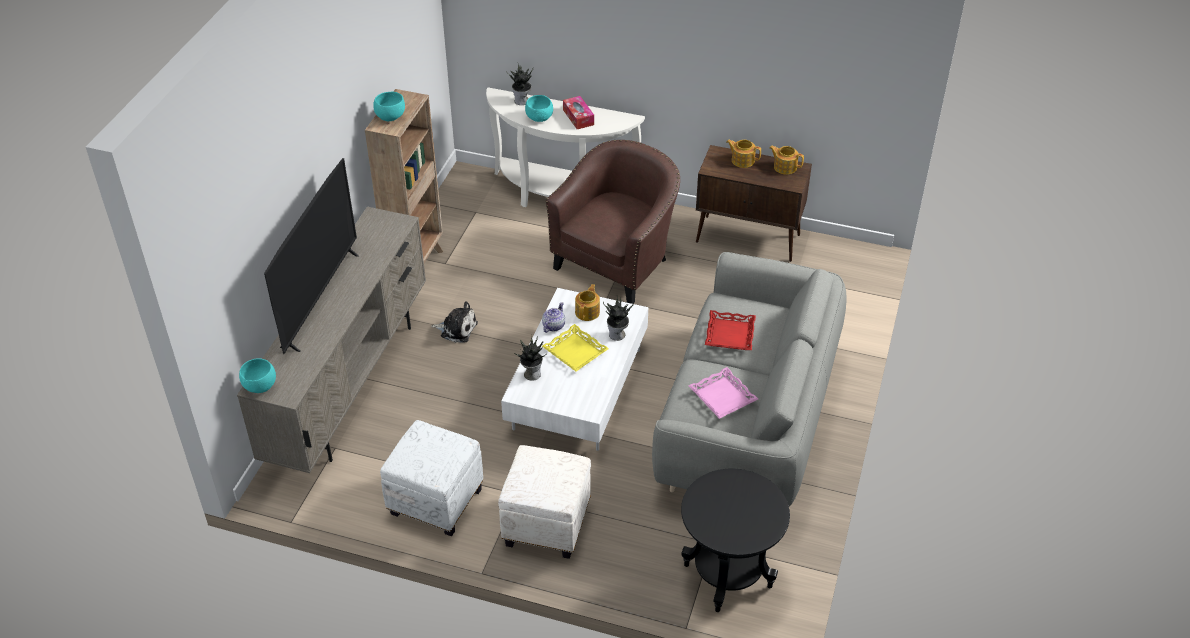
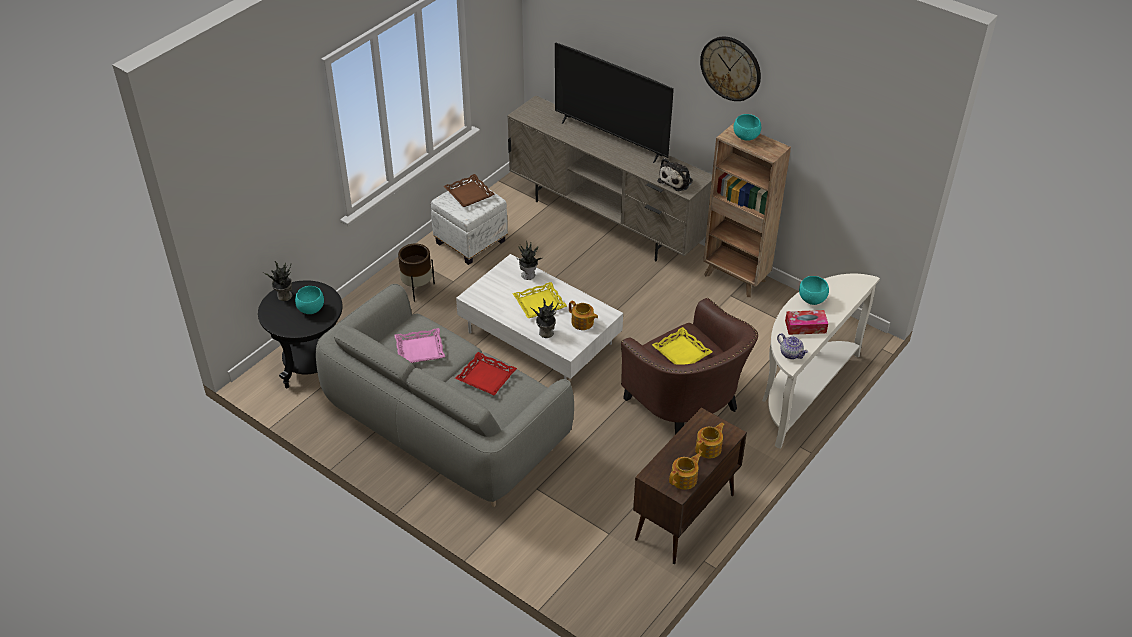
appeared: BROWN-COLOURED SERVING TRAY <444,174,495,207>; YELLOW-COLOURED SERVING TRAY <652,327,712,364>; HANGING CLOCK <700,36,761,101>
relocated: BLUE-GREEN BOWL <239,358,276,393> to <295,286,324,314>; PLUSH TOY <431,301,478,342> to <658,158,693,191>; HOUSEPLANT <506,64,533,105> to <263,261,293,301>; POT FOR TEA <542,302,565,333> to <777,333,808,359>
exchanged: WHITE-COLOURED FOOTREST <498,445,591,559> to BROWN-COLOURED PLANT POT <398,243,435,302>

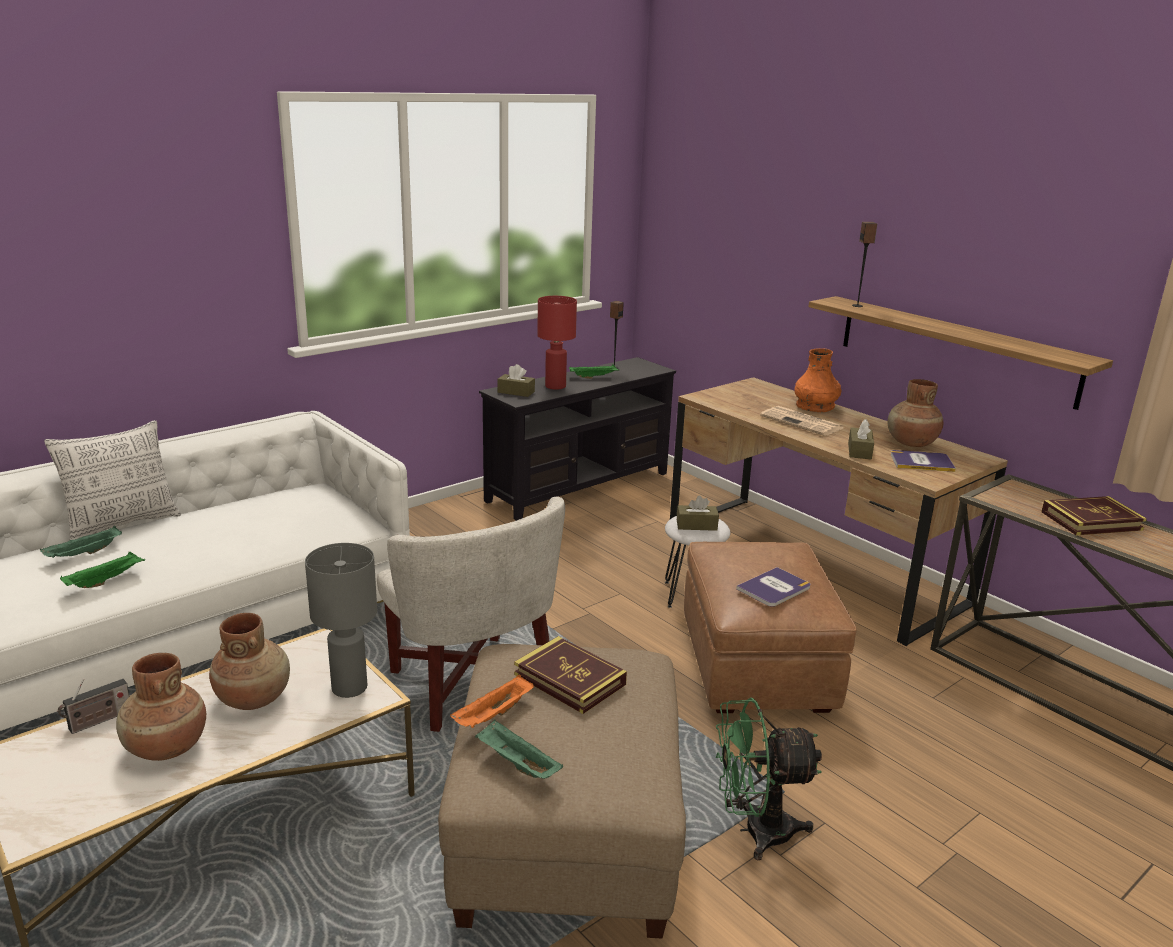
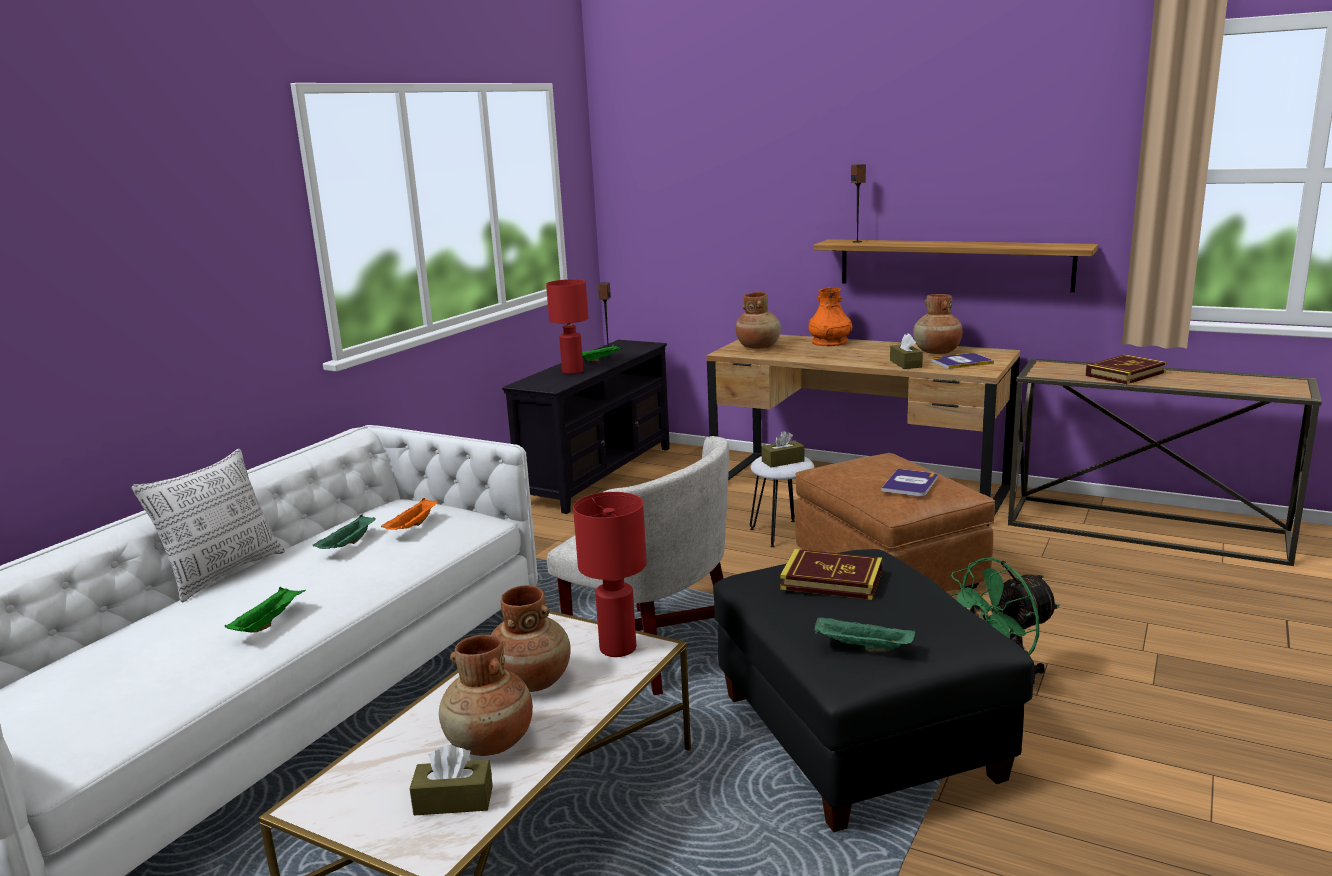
missing: RADIO RECEIVER <58,679,130,734>; PRINTED PAPER <760,406,844,436>
appeared: BROWN-COLOURED VASE <736,292,781,349>
relocated: GREENISH SERVING TRAY <40,526,122,558> to <313,515,376,549>; ORANGE SERVING TRAY <450,675,534,728> to <381,498,438,530>; BROWN-COLOURED TISSUE BOX <497,364,535,397> to <410,745,493,816>
colour: GRAY TABLE LAMP <305,543,377,698> to REDDISH TABLE LAMP <573,492,647,657>; BEIGE-COLOURED FOOTREST <438,644,686,938> to BLACKISH FOOTREST <713,549,1034,832>

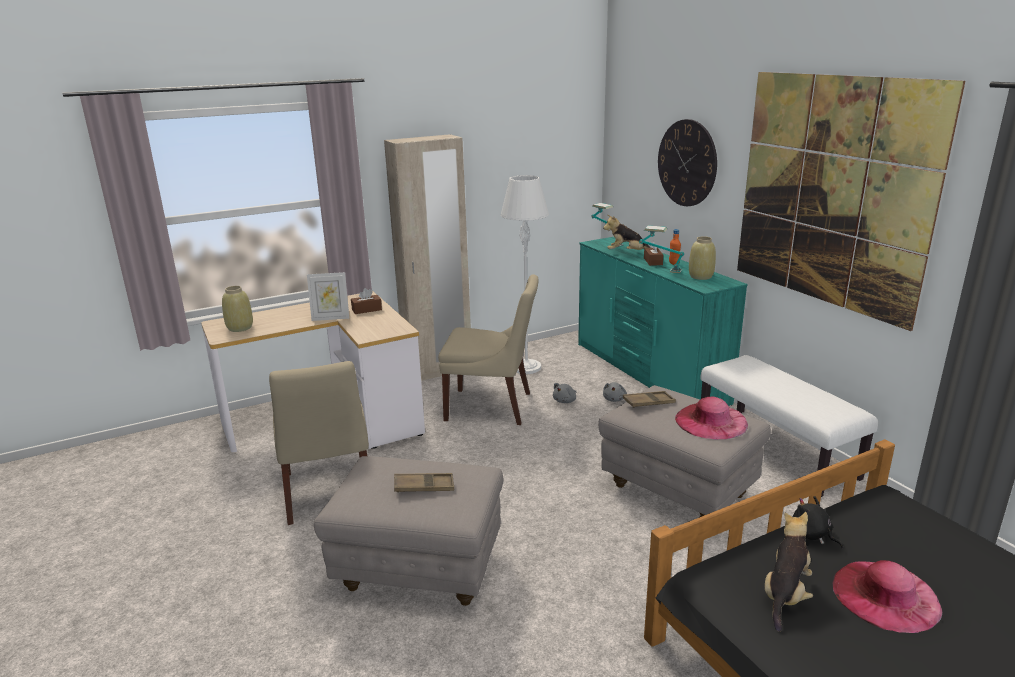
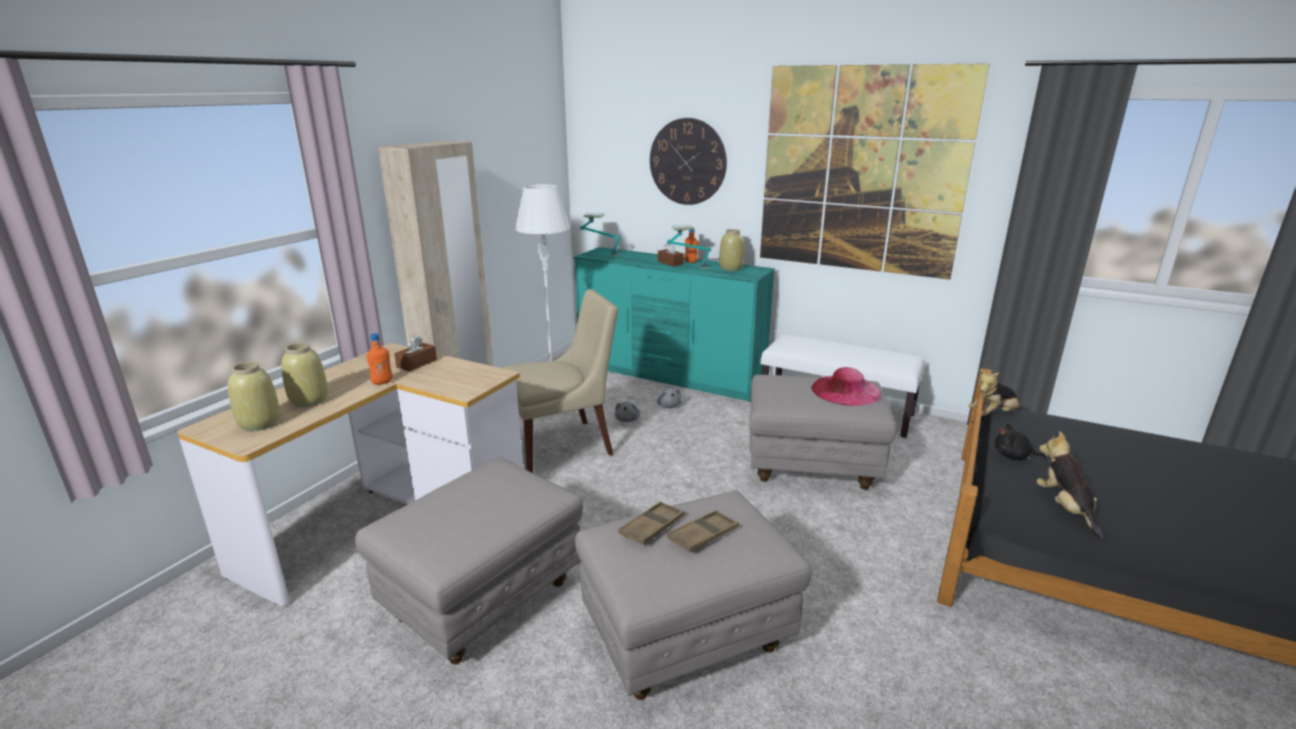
missing: PINK-COLOURED HAT <833,560,942,633>
appeared: BEIGE-COLOURED VASE <281,343,328,407>
relocated: PLUSH TOY <603,215,650,250> to <968,370,1020,416>; BROWN-COLOURED SERVING TRAY <623,391,676,408> to <619,501,685,545>
exchanged: BEIGE-COLOURED PLAIN CHAIR <269,361,369,525> to GRAY FOOTREST <355,457,583,664>; STANDING FRAME <307,272,349,321> to ORANGE BEVERAGE BOTTLE <367,333,393,385>

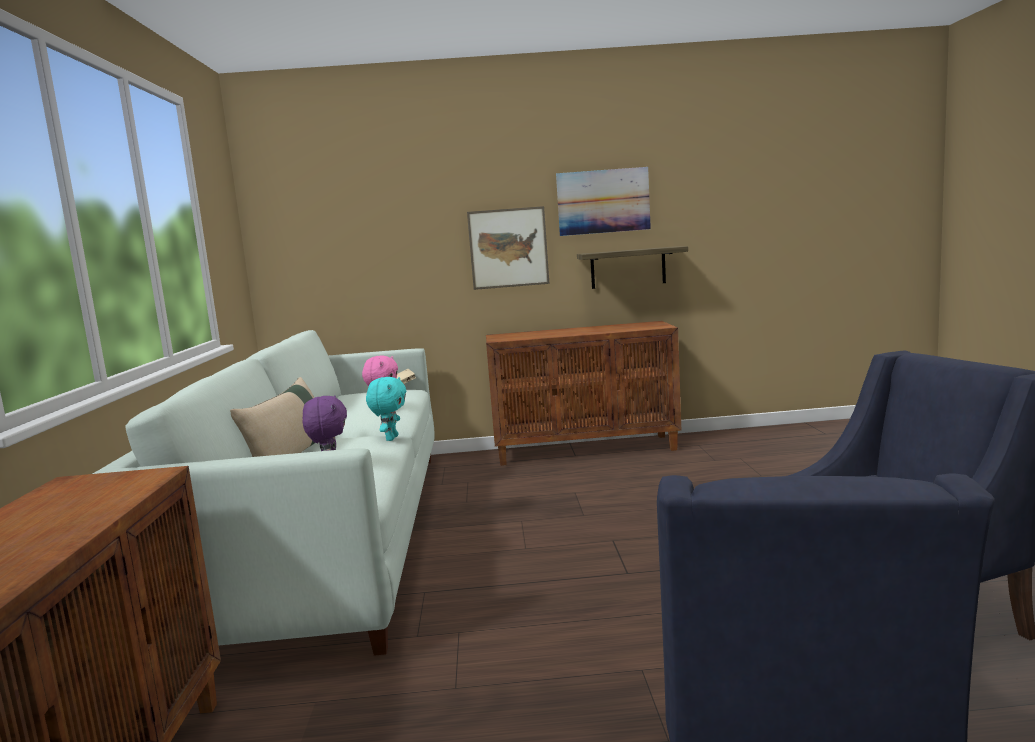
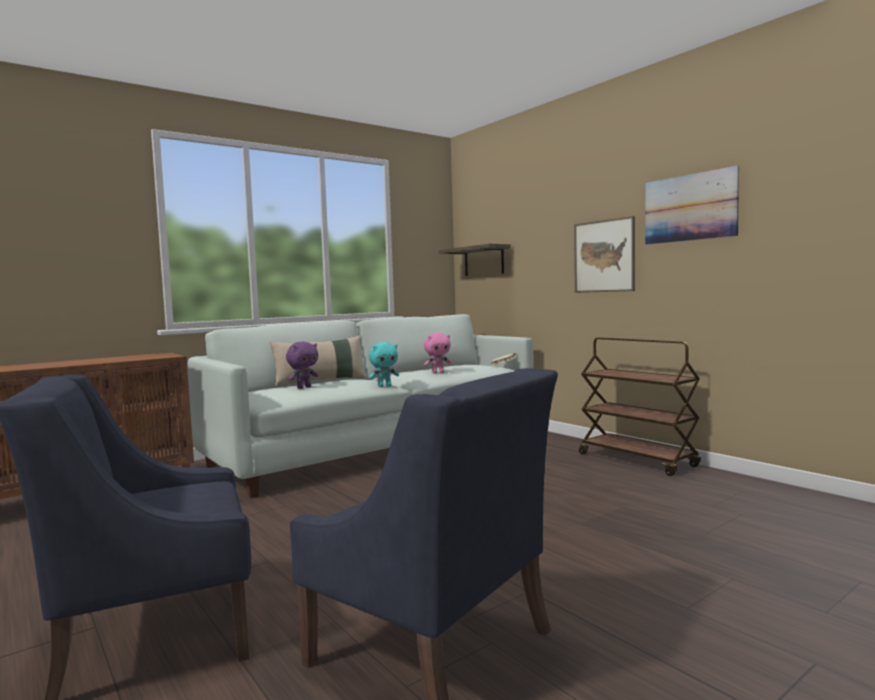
relocated: WALL SHELF <577,246,688,289> to <438,243,511,276>
exchanged: BROWN-COLOURED STORAGE CABINET <486,321,681,466> to BROWN-COLOURED CART <579,337,701,476>

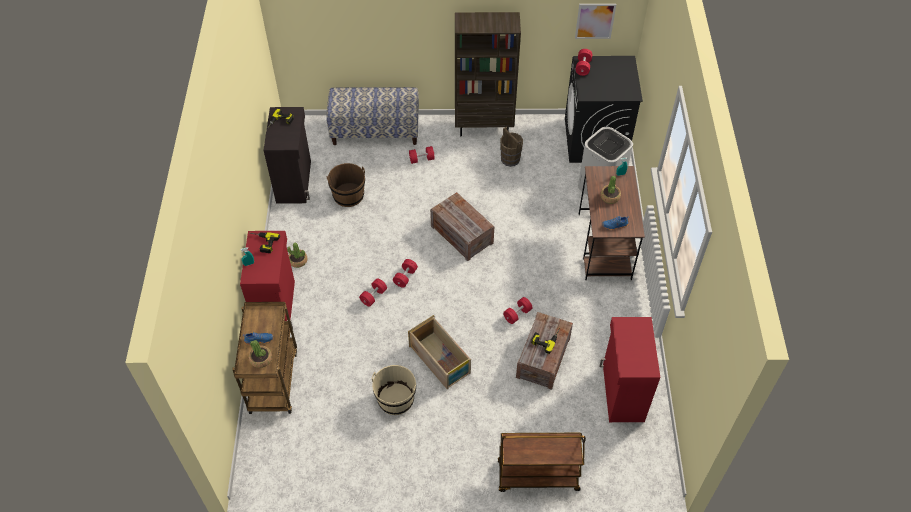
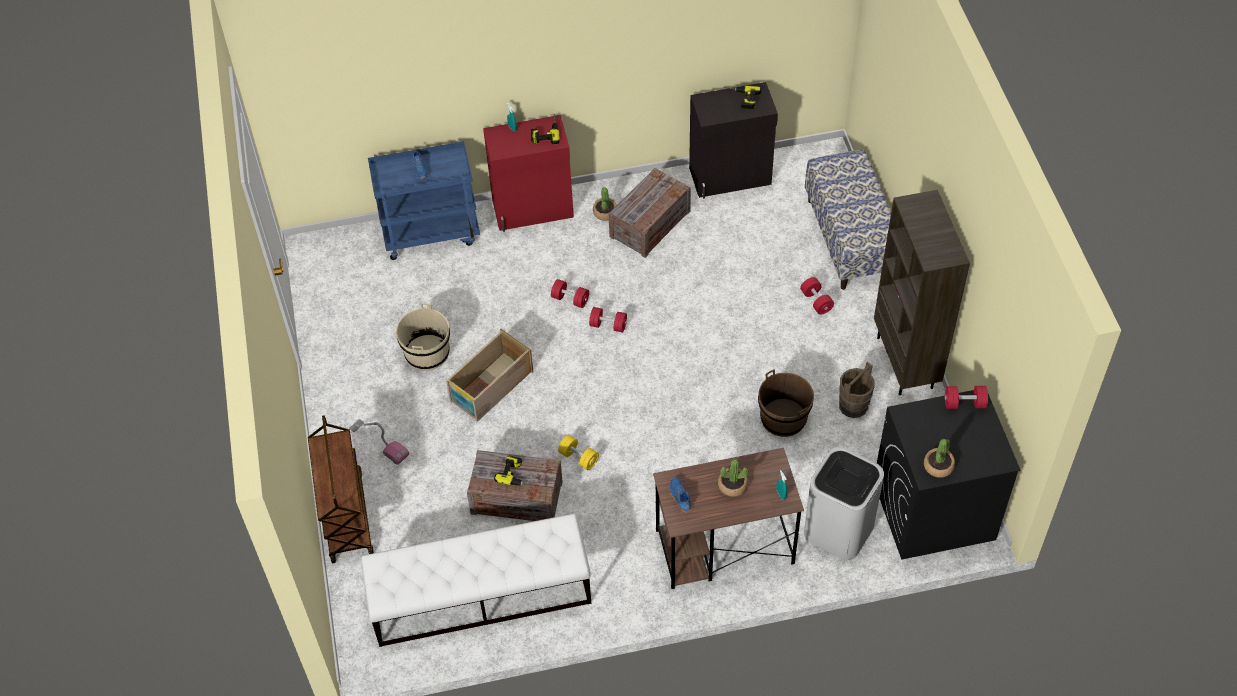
missing: PICTURE <575,4,616,39>
appeared: VACUUM <349,419,409,465>
relocated: HOUSEPLANT <249,340,272,368> to <924,439,955,478>; BROWN-COLOURED BUCKET <326,163,365,207> to <758,369,814,437>; SHIPPING CRATE <430,192,494,261> to <609,168,691,258>
exchanged: REDDISH STORAGE CABINET <599,317,661,422> to WHITE-COLOURED LONG SEAT <361,514,591,647>
colour: BROWN-COLOURED CART <232,302,297,414> to BLUE CART <368,141,480,260>; REDDISH FREE WEIGHT <503,297,533,324> to YELLOW-COLOURED FREE WEIGHT <558,435,599,470>

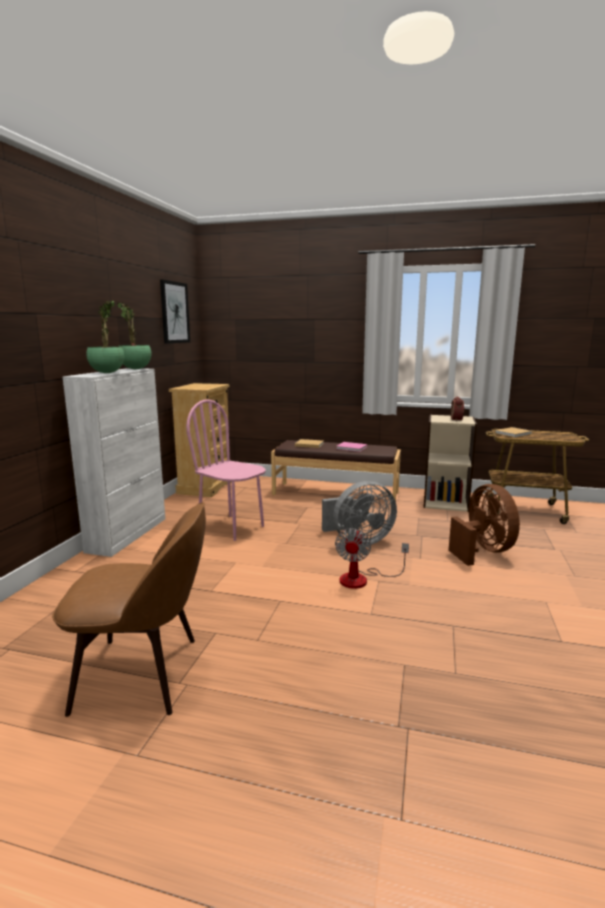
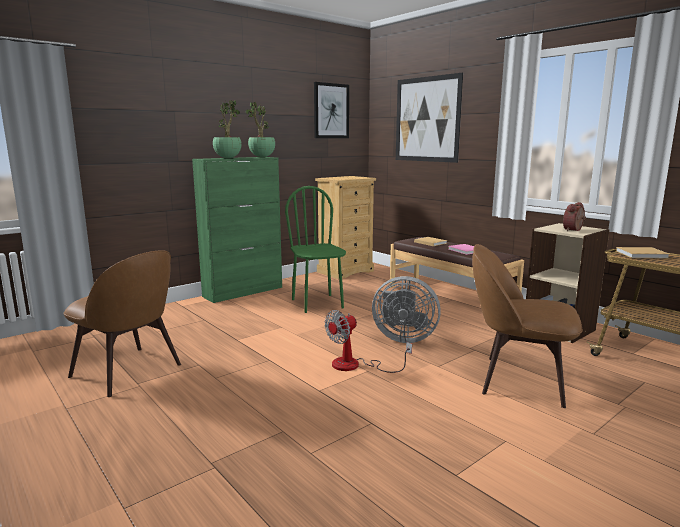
appeared: PICTURE <396,73,463,163>
exchanged: BROWN-COLOURED FAN <449,484,520,566> to BROWN-COLOURED PLAIN CHAIR <472,244,583,408>
colour: WHITE-COLOURED STORAGE CABINET <62,368,165,557> to GREENISH STORAGE CABINET <192,157,282,303>; PINK-COLOURED PLAIN CHAIR <186,399,266,541> to GREENISH PLAIN CHAIR <285,186,346,313>

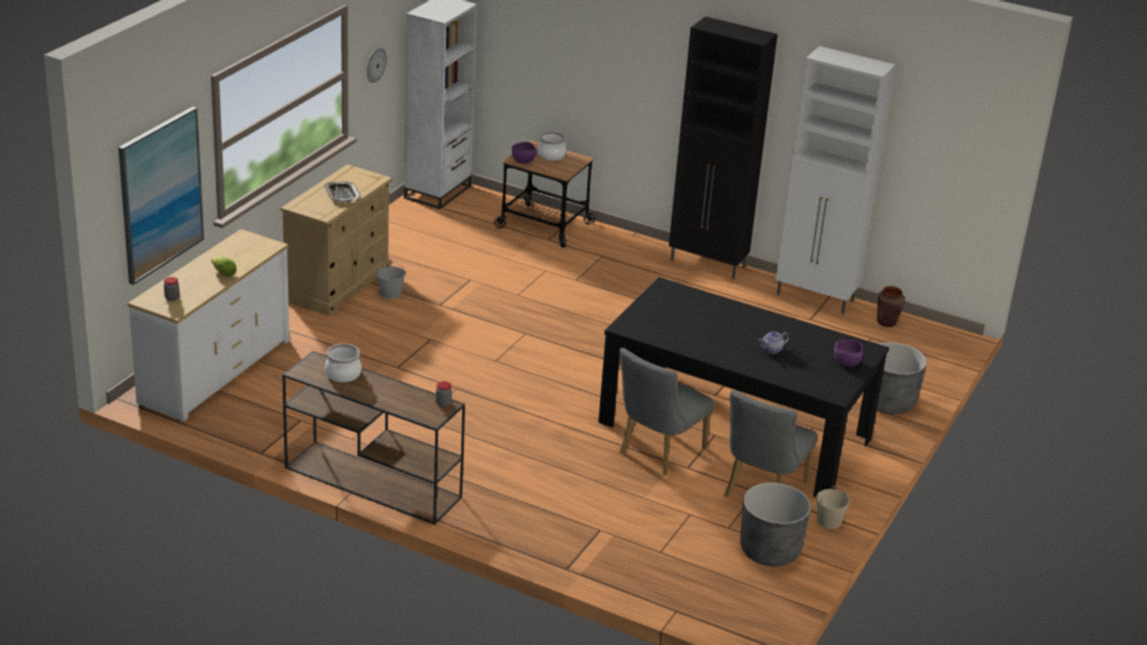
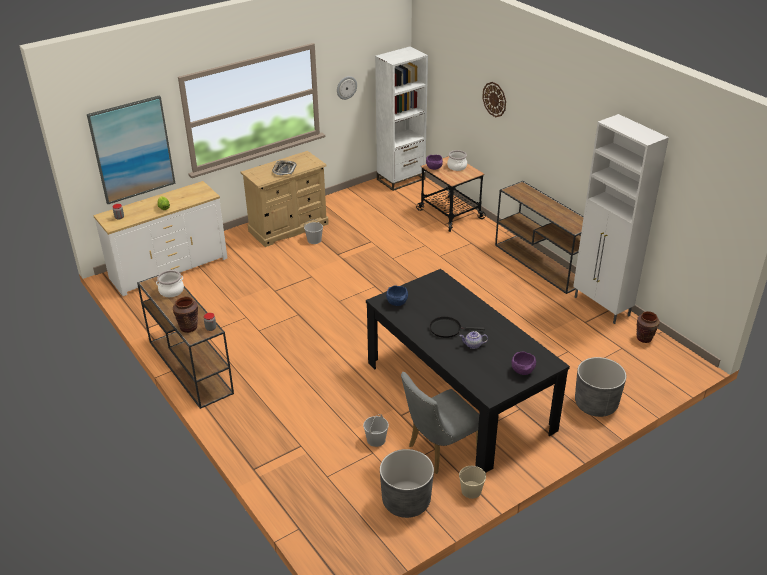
missing: GRAY PLAIN CHAIR <619,348,714,476>
appeared: BROWN-COLOURED VASE <173,297,198,333>; WHITE-COLOURED BUCKET <363,414,389,447>; BLUE BOWL <386,286,408,306>; BLACKISH FRYING PAN <429,316,485,338>; HANGING CLOCK <482,82,506,117>
exchanged: BLACKISH STORAGE CABINET <669,16,778,279> to BROWN-COLOURED HALL TABLE <495,181,584,294>

